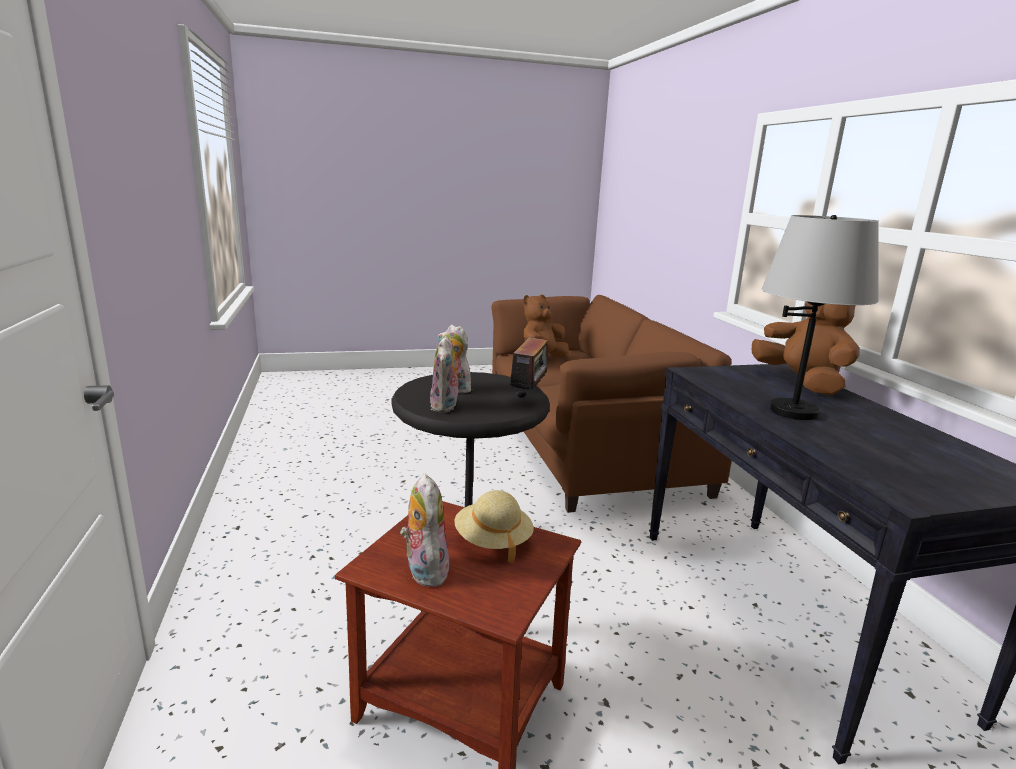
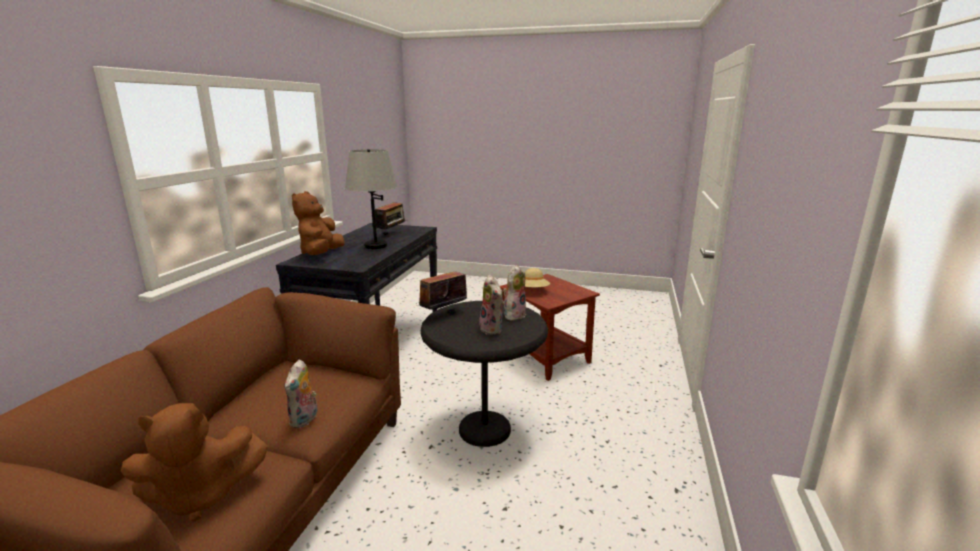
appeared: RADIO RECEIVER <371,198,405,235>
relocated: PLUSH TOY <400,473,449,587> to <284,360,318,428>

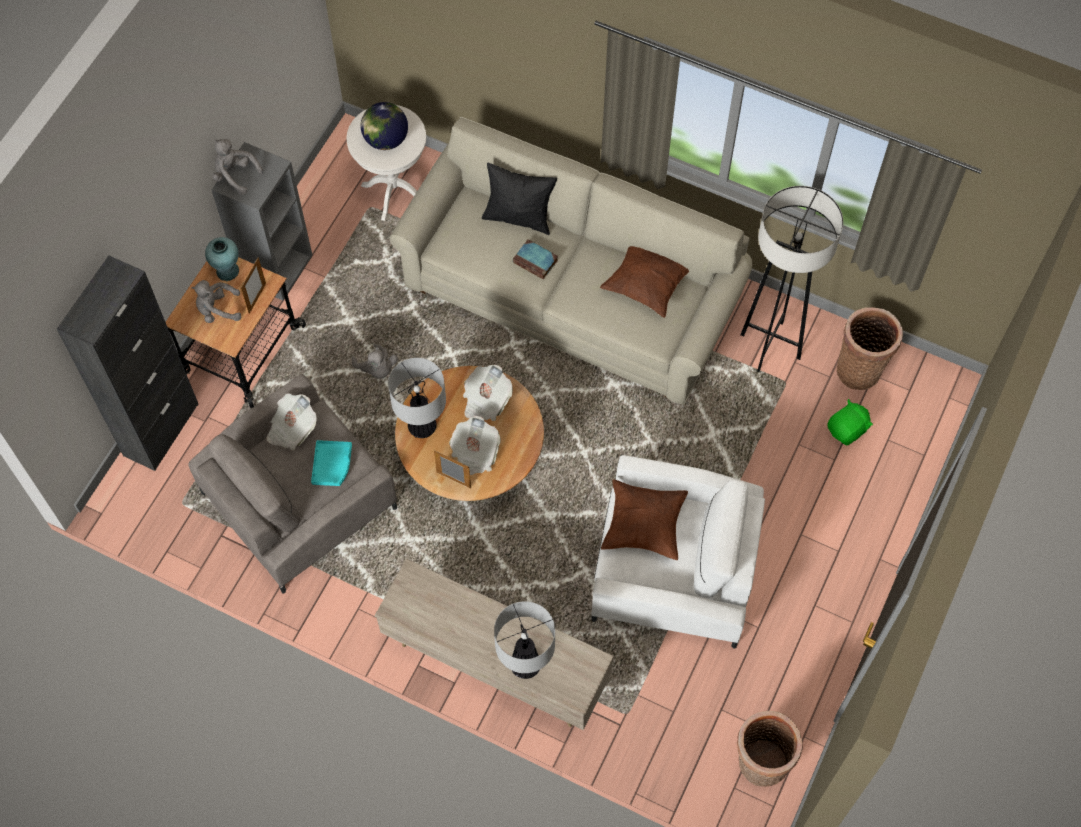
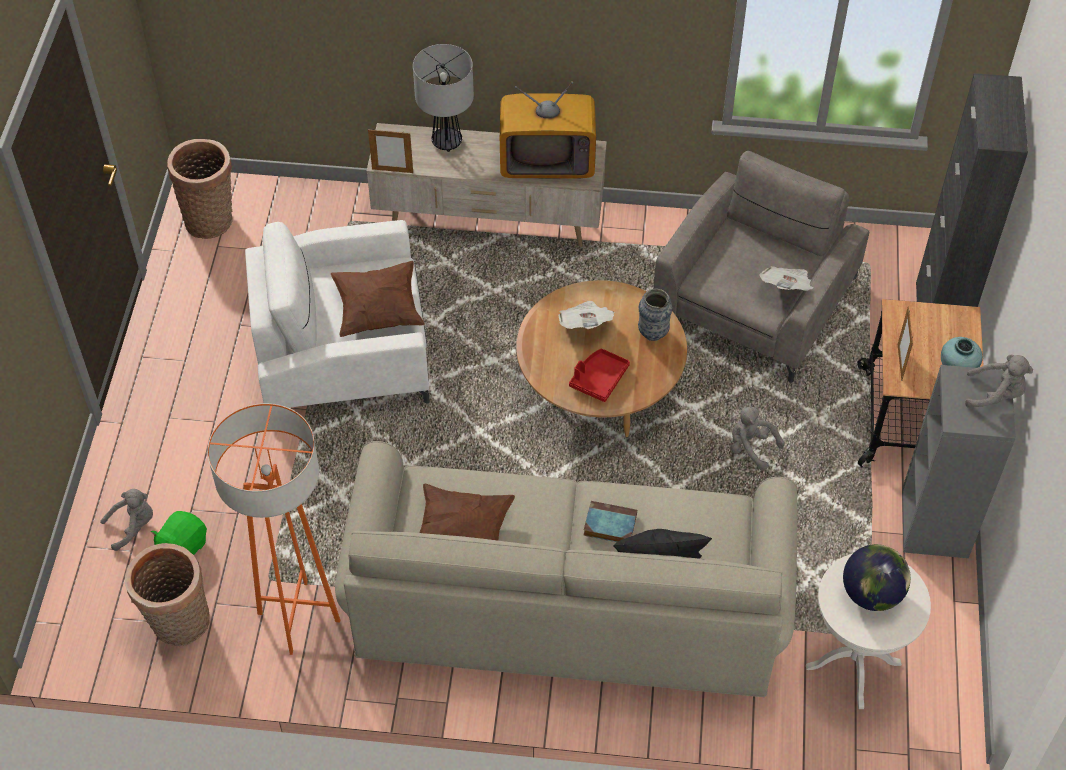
missing: BLUE-GREEN SERVING TRAY <311,440,352,486>
appeared: TELEVISION <500,81,596,178>
relocated: GRAY PLUSH TOY <191,280,242,323> to <100,489,153,551>; STANDING FRAME <434,450,471,489> to <368,130,413,173>
exchanged: TABLE LAMP <388,358,446,438> to VASE <638,289,672,341>; PRINTED PAPER <463,365,513,421> to REDDISH SERVING TRAY <569,349,630,402>
colour: GRAY STANDING LAMP <741,186,843,372> to ORANGE STANDING LAMP <207,403,340,655>

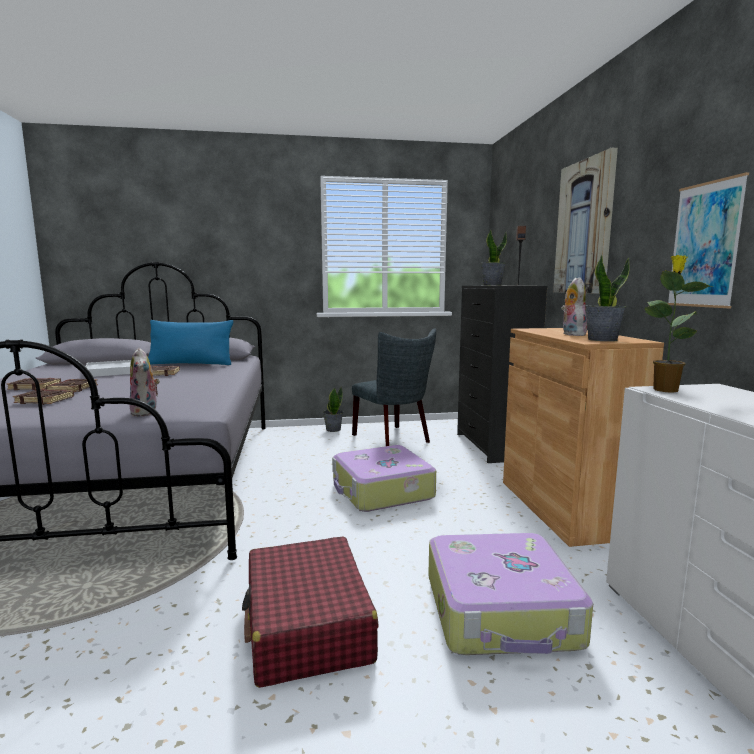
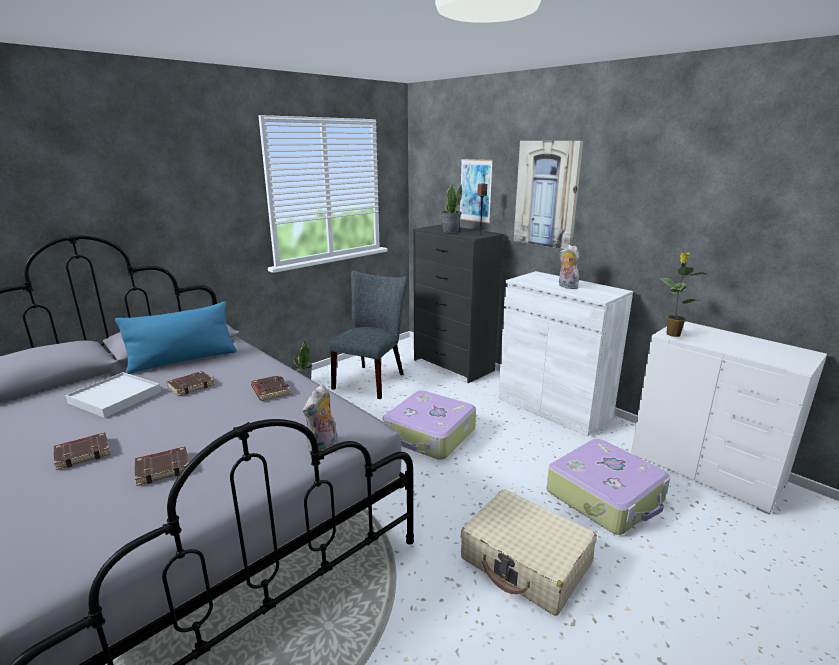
missing: HOUSEPLANT <585,254,630,341>
relocated: BROWN-COLOURED BOUND BOOK <46,379,98,392> to <251,375,291,401>; PICTURE <668,172,749,308> to <460,159,493,223>
colour: REDDISH TRAVEL CASE <242,537,378,688> to BEIGE-COLOURED TRAVEL CASE <460,489,597,616>; BROWN-COLOURED STORAGE CABINET <503,328,664,547> to WHITE-COLOURED STORAGE CABINET <498,271,633,437>
spun: PLUSH TOY <129,348,160,417> = <303,385,337,452> 90 degrees clockwise; GRAY PLAIN CHAIR <352,328,436,446> = <329,270,407,399> 90 degrees counterclockwise

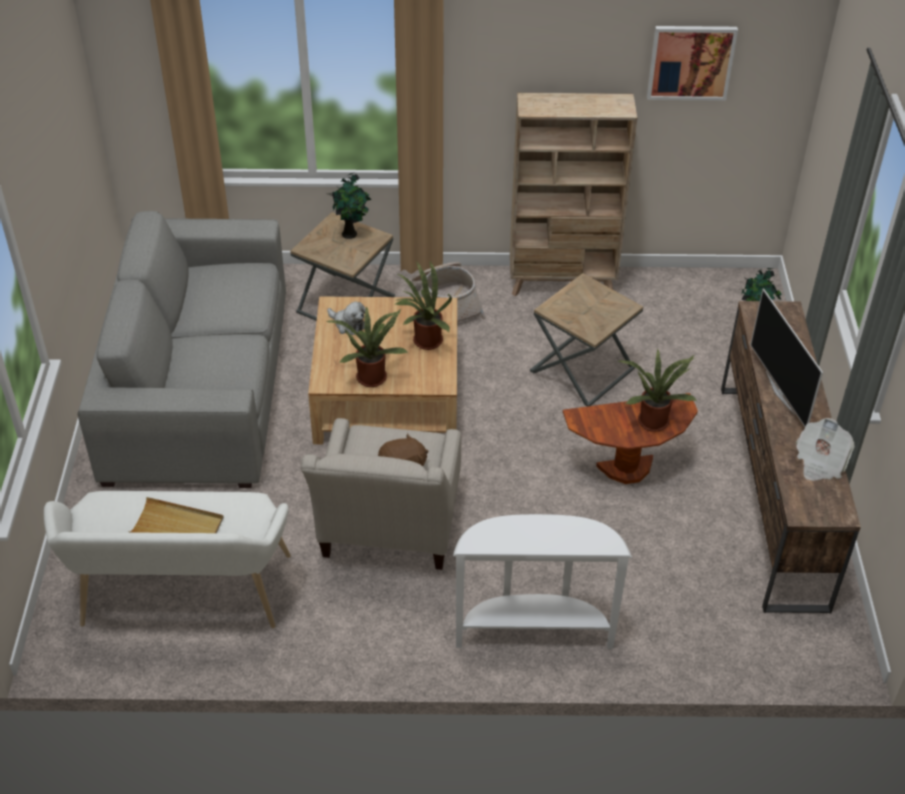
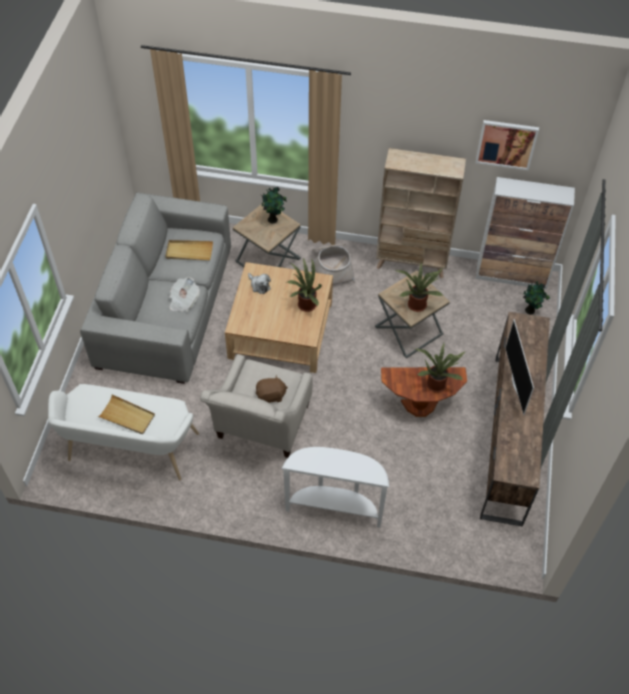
appeared: BEIGE-COLOURED SERVING TRAY <165,240,213,261>; STORAGE CABINET <476,177,575,290>
relocated: HOUSEPLANT <326,306,408,387> to <394,263,444,312>; PRINTED PAPER <796,418,855,481> to <169,277,200,312>

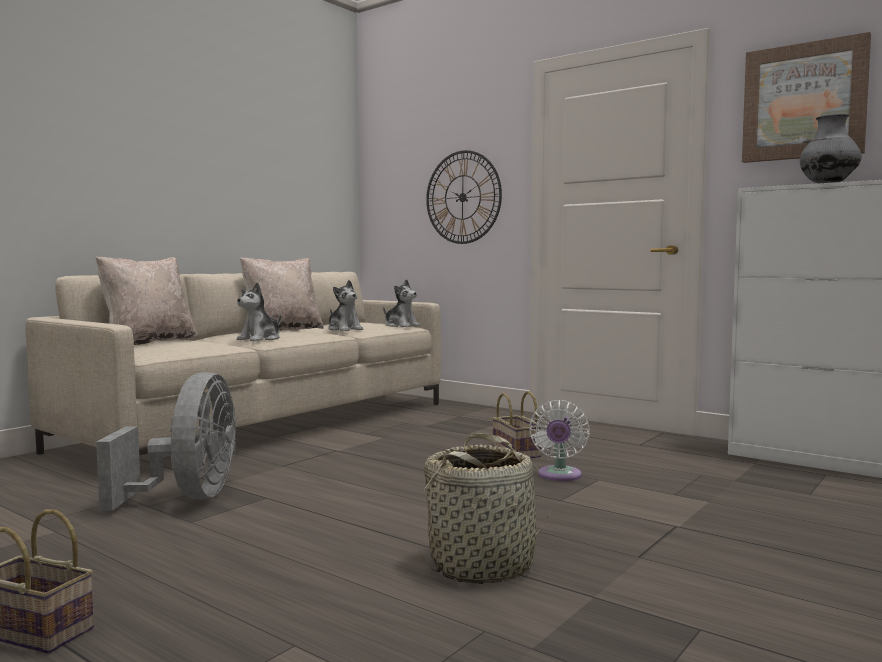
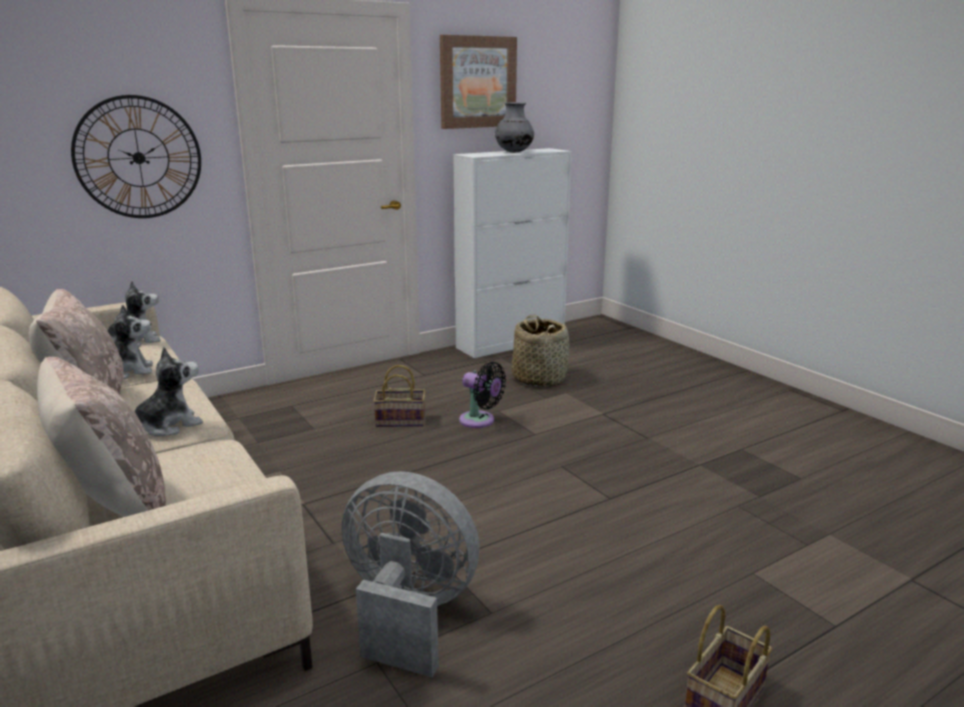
relocated: HOUSEHOLD BASKET <420,433,551,584> to <512,314,569,387>
colour: WHITE-COLOURED FAN <529,400,590,481> to BLACKISH FAN <459,362,506,428>
spun: PLUSH TOY <237,282,281,341> = <135,347,203,436> 90 degrees counterclockwise

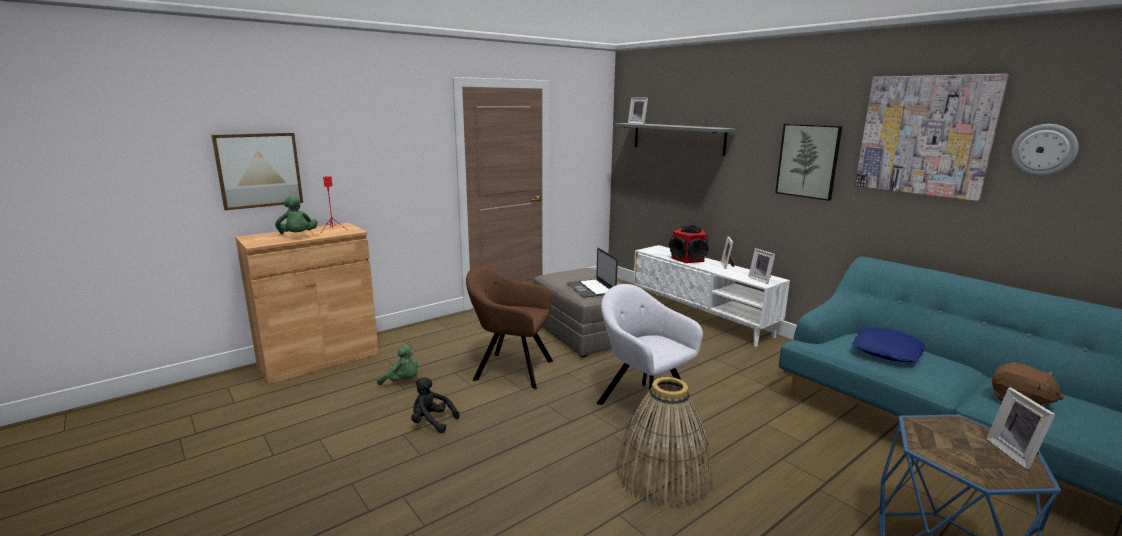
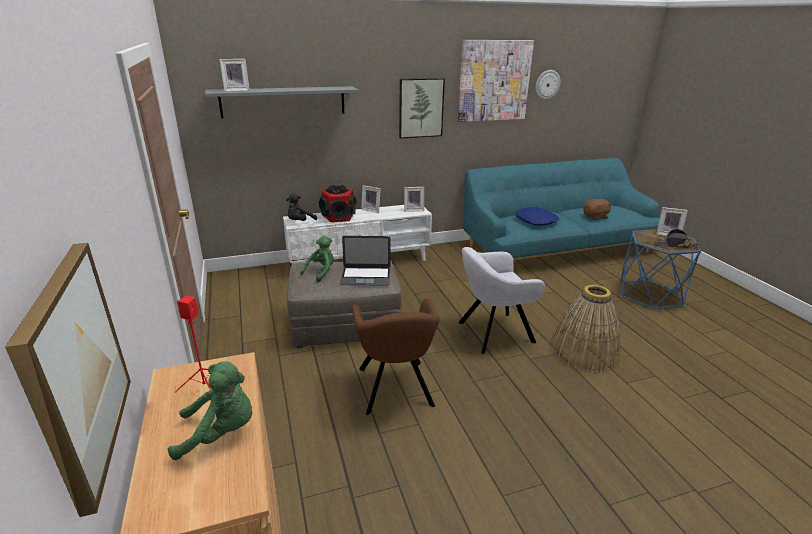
appeared: BLACKISH HAT <653,229,702,249>
relocated: GREENISH PLUSH TOY <377,344,418,386> to <300,236,334,282>; BLACKISH PLUSH TOY <411,377,459,433> to <287,193,317,221>
spun: BROWN-COLOURED LOUNGE CHAIR <466,266,553,389> = <352,298,440,415> 45 degrees counterclockwise

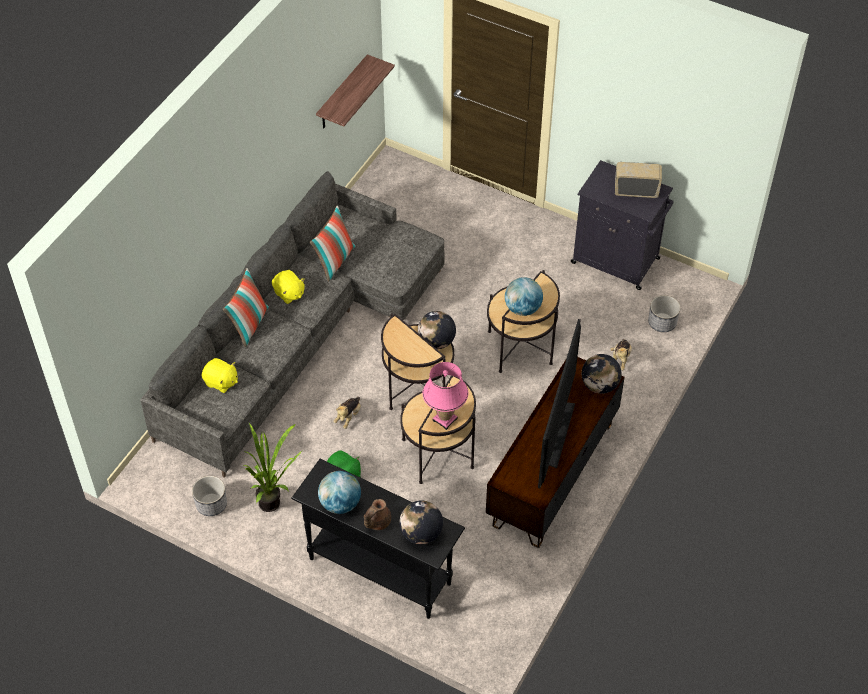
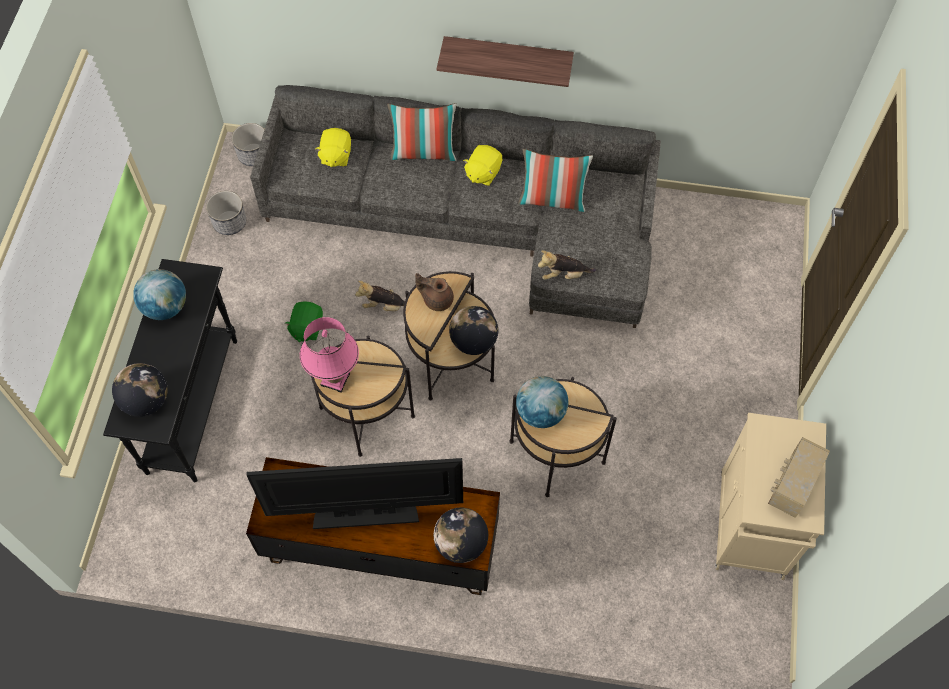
missing: HOUSEPLANT <244,423,304,512>
relocated: WALL SHELF <316,54,395,128> to <437,36,574,87>; BROWN-COLOURED POT FOR TEA <364,499,391,530> to <415,273,454,311>; PLUSH TOY <610,339,632,370> to <538,250,596,280>; PLANT POT <648,295,681,332> to <232,123,265,166>
colour: BLACKISH STORAGE CABINET <571,160,674,290> to BEIGE-COLOURED STORAGE CABINET <715,413,826,580>
spun: RADIO RECEIVER <615,162,662,198> = <768,437,830,518> 135 degrees counterclockwise

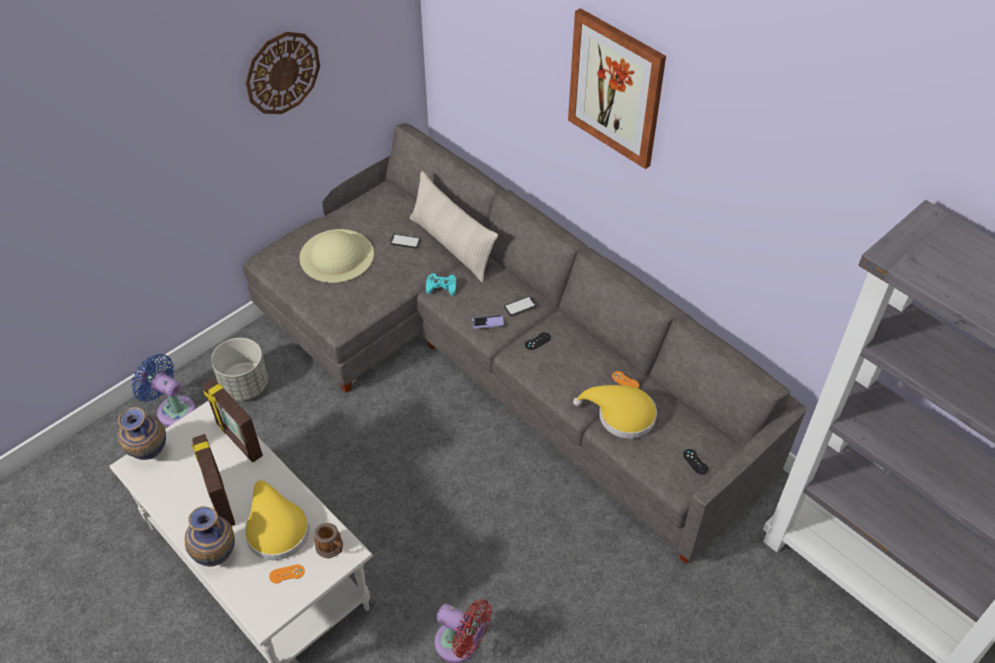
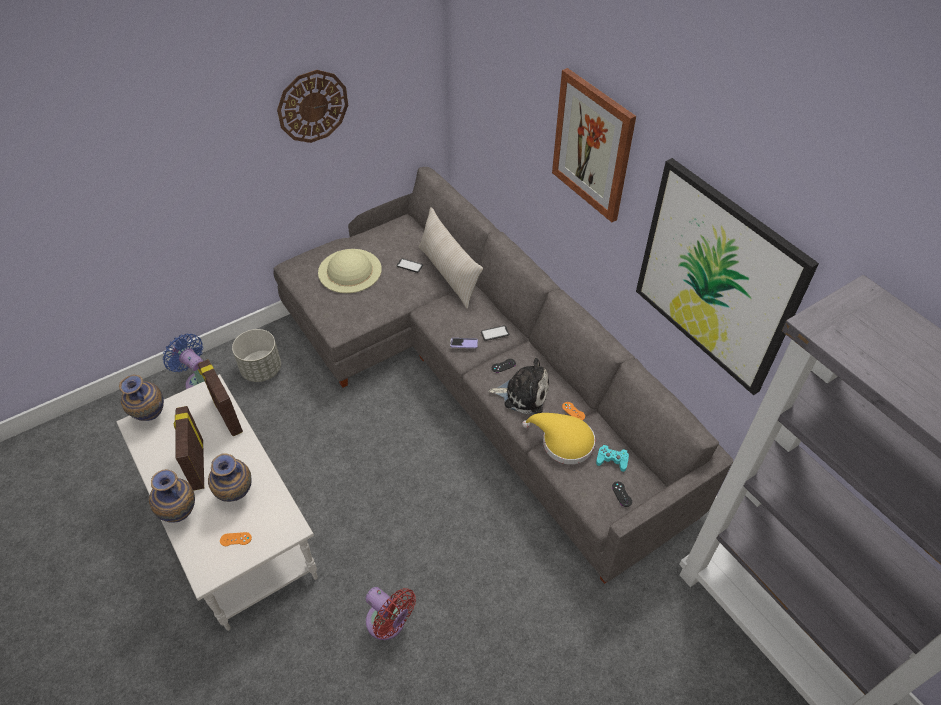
missing: TEA MUG <314,523,343,558>
appeared: PLUSH TOY <489,358,549,414>; PICTURE <636,158,819,395>
relocated: BLUE-GREEN GAME CONTROLLER <426,273,457,296> to <596,445,629,472>
exchanged: YELLOW-COLOURED HAT <245,480,309,560> to VASE <208,453,251,502>

